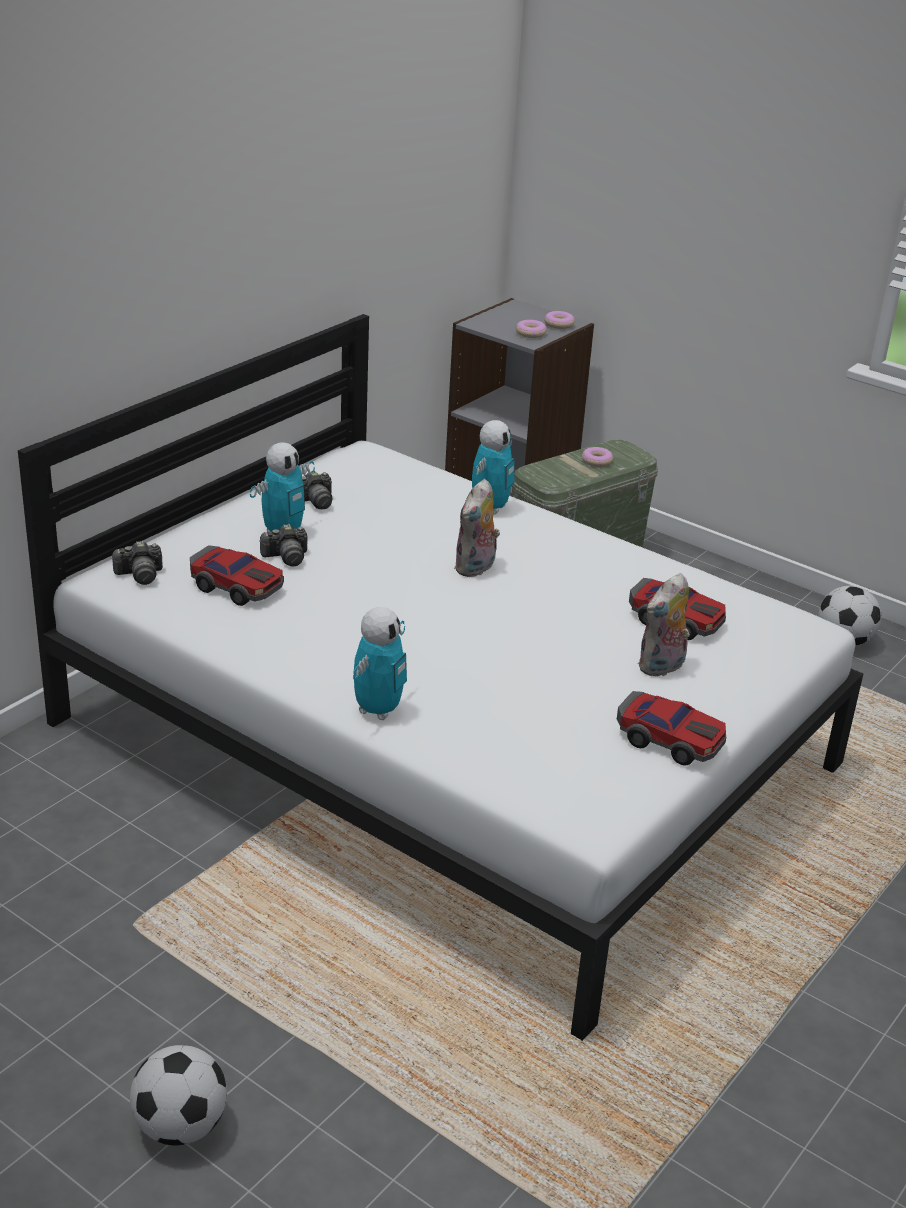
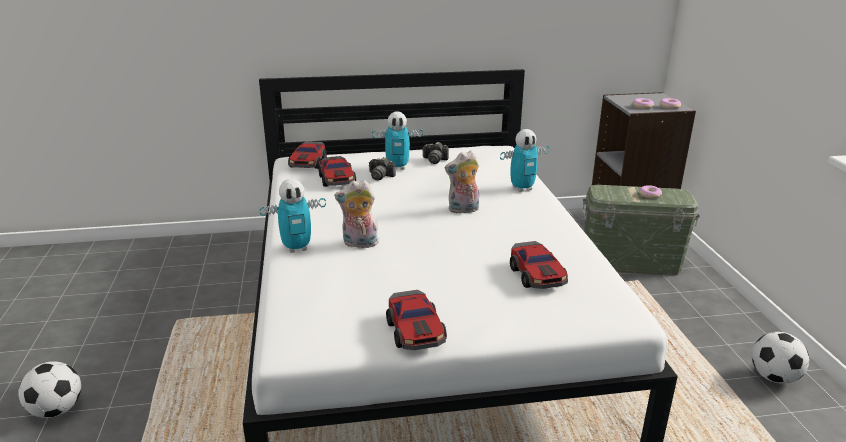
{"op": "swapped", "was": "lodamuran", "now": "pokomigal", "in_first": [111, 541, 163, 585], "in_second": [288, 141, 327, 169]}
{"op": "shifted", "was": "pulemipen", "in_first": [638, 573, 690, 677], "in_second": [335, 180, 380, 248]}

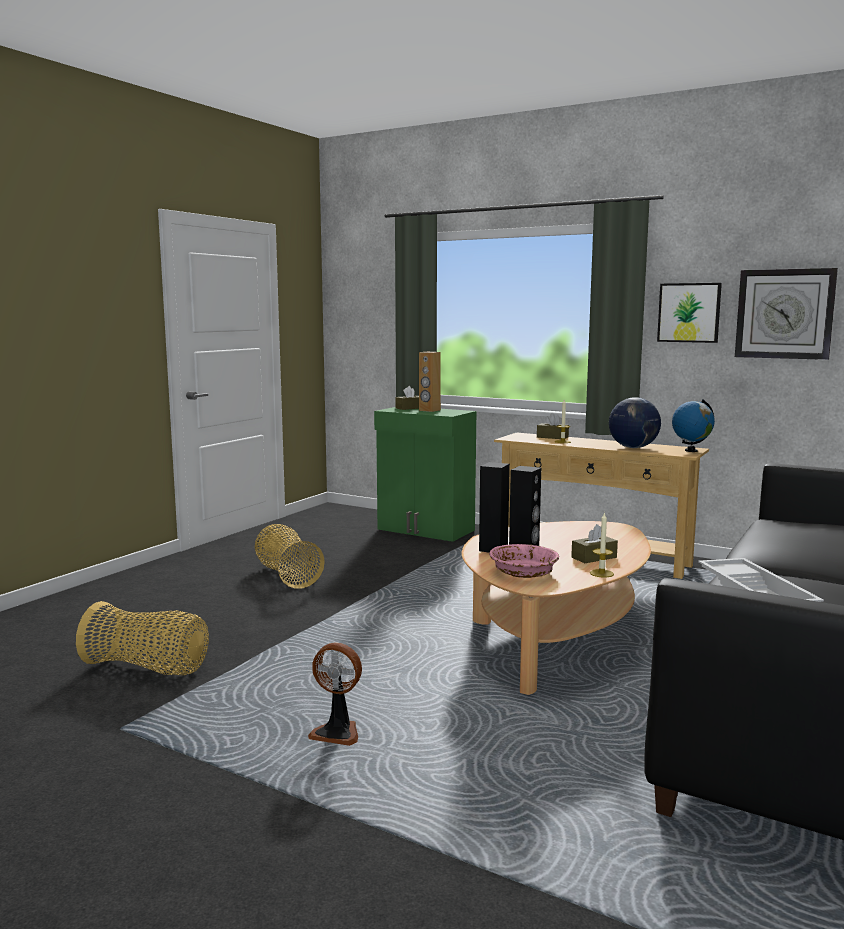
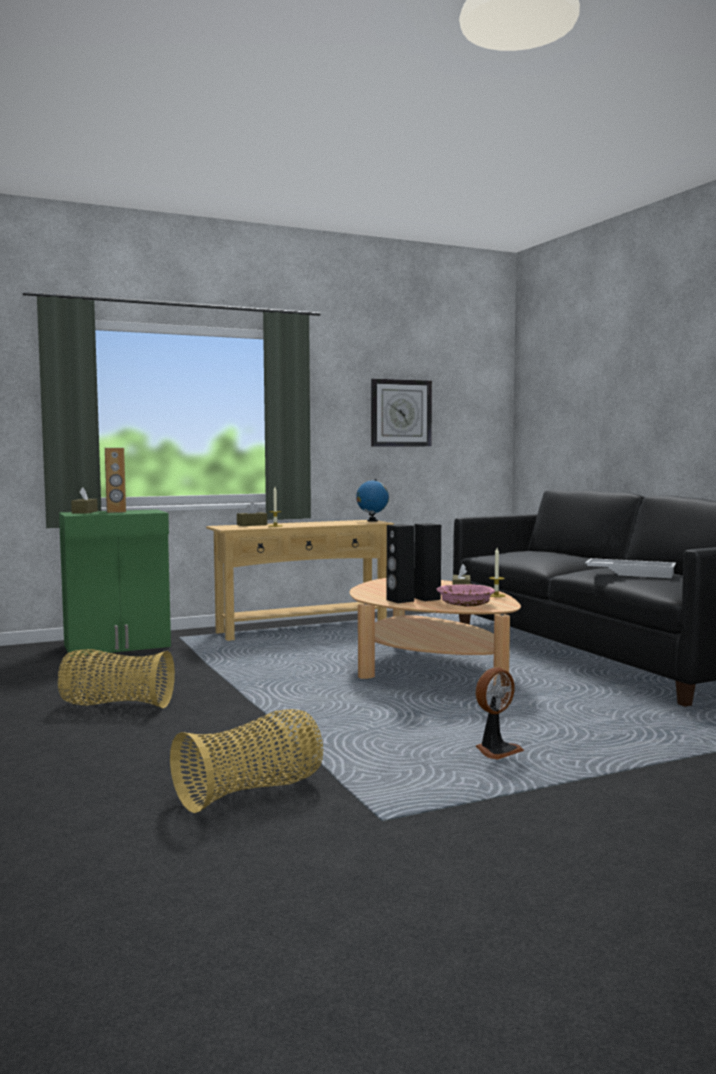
{"op": "gone", "was": "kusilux", "in_first": [609, 397, 661, 448]}
{"op": "gone", "was": "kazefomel", "in_first": [657, 283, 722, 343]}

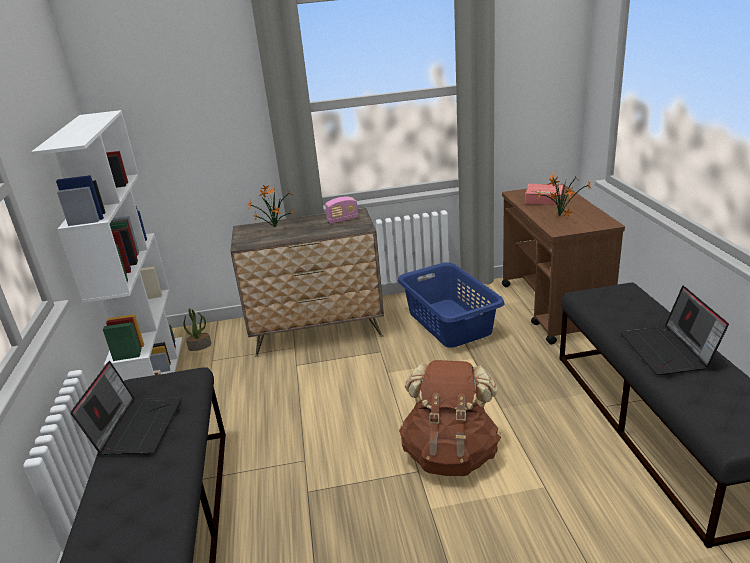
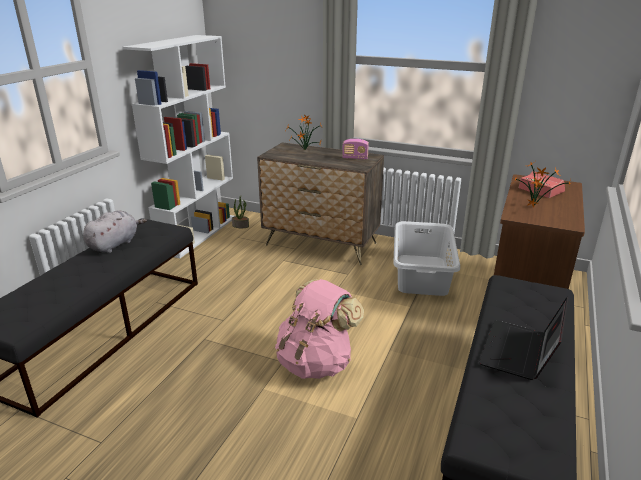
{"op": "swapped", "was": "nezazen", "now": "grey_pulemipen", "in_first": [70, 361, 182, 455], "in_second": [83, 210, 147, 253]}
{"op": "repainted", "was": "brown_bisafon", "now": "pink_bisafon", "in_first": [399, 360, 501, 476], "in_second": [275, 279, 364, 379]}
{"op": "repainted", "was": "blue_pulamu", "now": "grey_pulamu", "in_first": [398, 262, 505, 348], "in_second": [393, 221, 460, 296]}

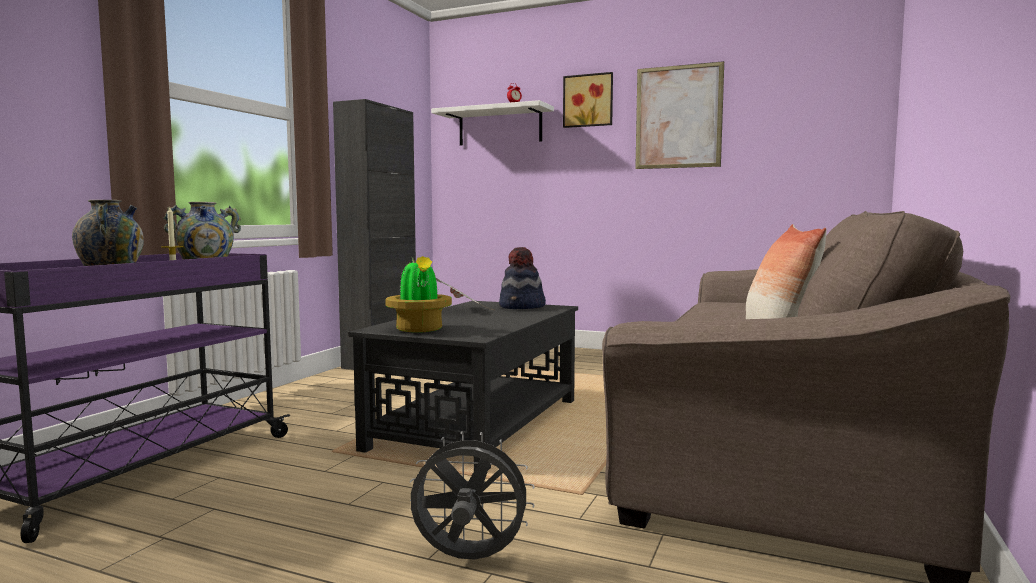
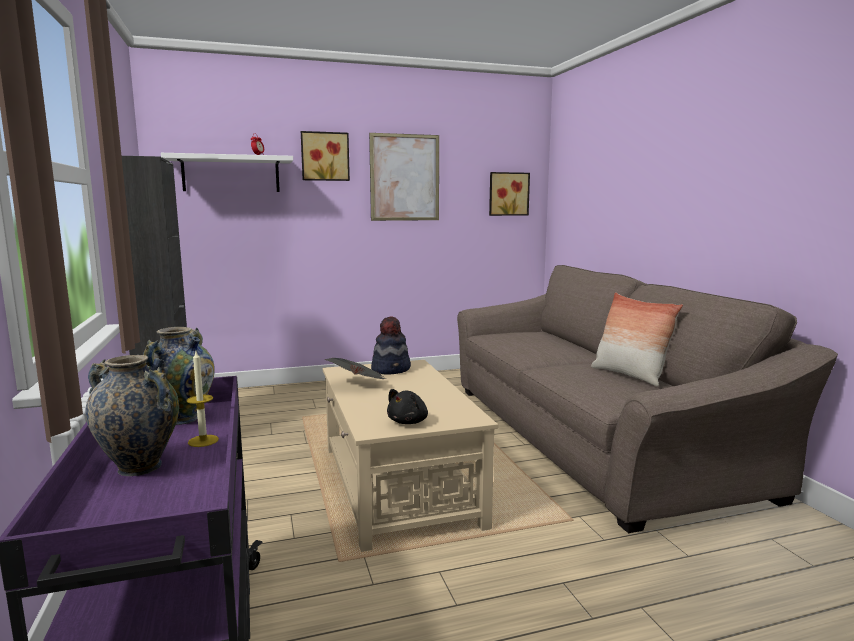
{"op": "repainted", "was": "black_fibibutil", "now": "beige_fibibutil", "in_first": [348, 301, 578, 470], "in_second": [323, 360, 498, 552]}
{"op": "swapped", "was": "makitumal", "now": "black_pulemipen", "in_first": [386, 256, 452, 333], "in_second": [387, 389, 428, 424]}
{"op": "new", "now": "kazefomel", "in_second": [489, 172, 530, 216]}
{"op": "gone", "was": "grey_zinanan", "in_first": [410, 431, 535, 559]}

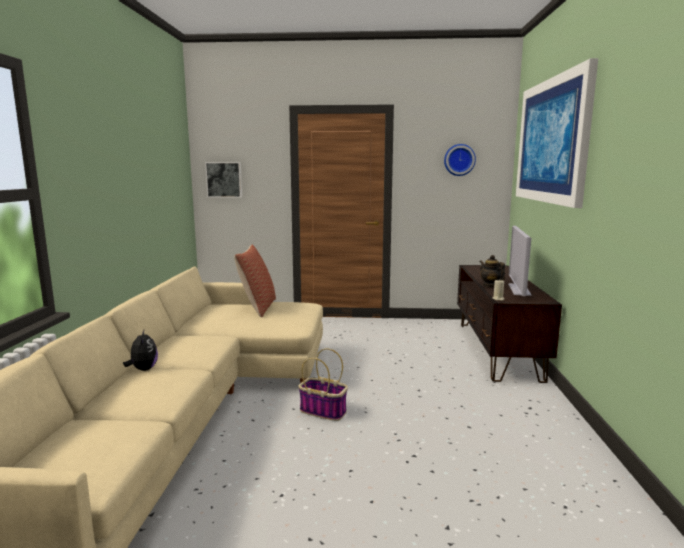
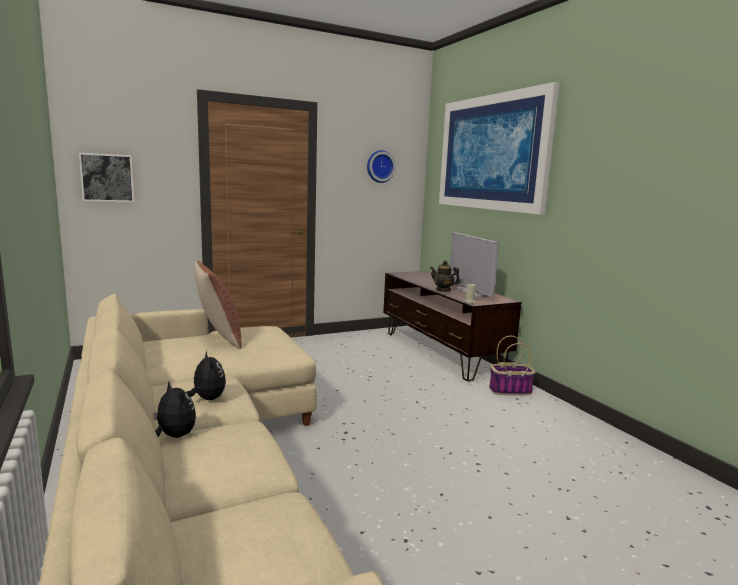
{"op": "new", "now": "pulemipen", "in_second": [186, 351, 226, 400]}
{"op": "shifted", "was": "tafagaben", "in_first": [298, 348, 348, 421], "in_second": [489, 336, 536, 395]}

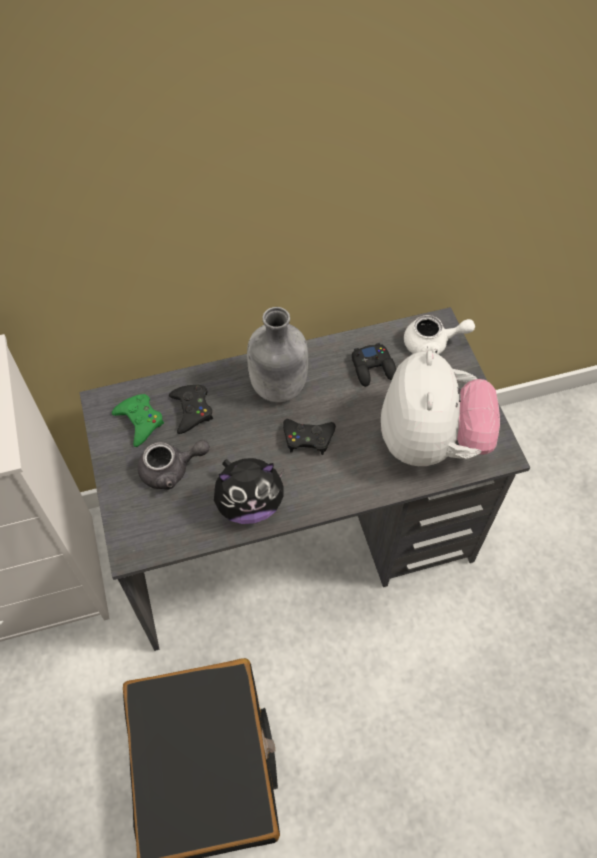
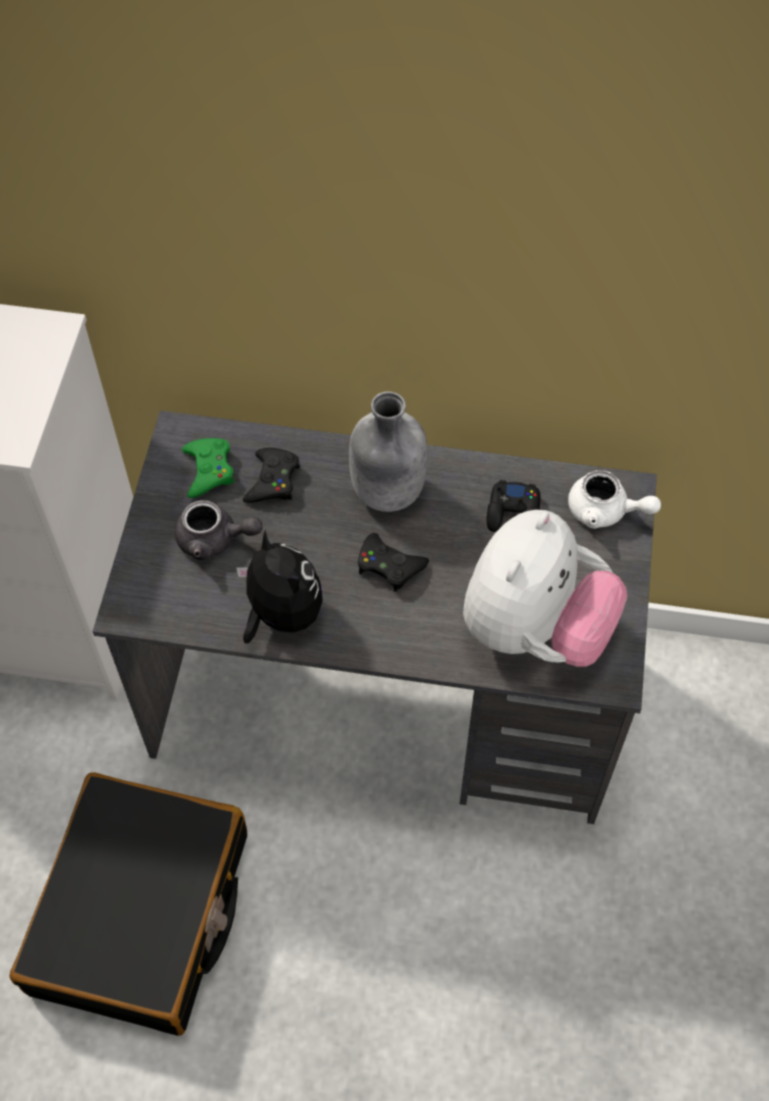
{"op": "rotated", "was": "pulemipen", "in_first": [214, 458, 285, 524], "in_second": [236, 530, 323, 644], "clockwise": -135}

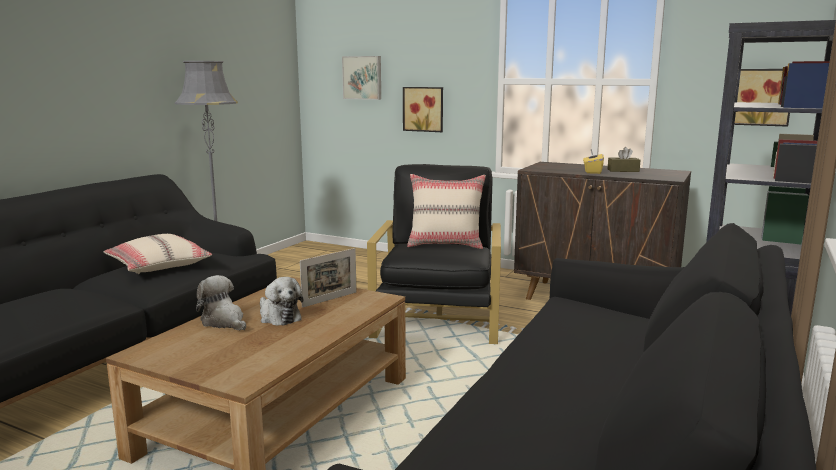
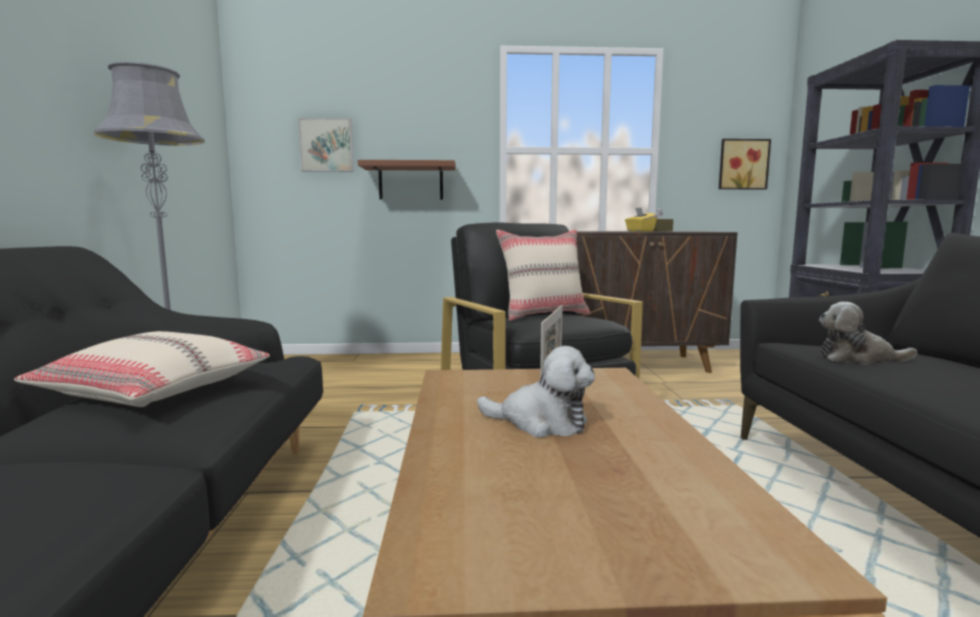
{"op": "swapped", "was": "kazefomel", "now": "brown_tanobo", "in_first": [403, 87, 443, 132], "in_second": [358, 160, 455, 200]}
{"op": "shifted", "was": "pulemipen", "in_first": [196, 275, 246, 330], "in_second": [819, 302, 917, 364]}

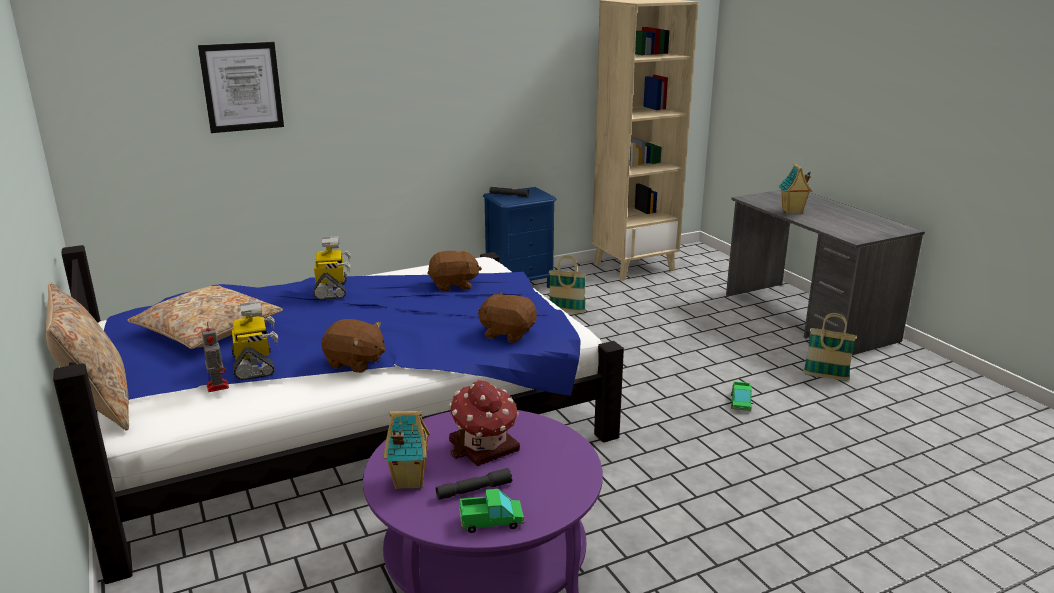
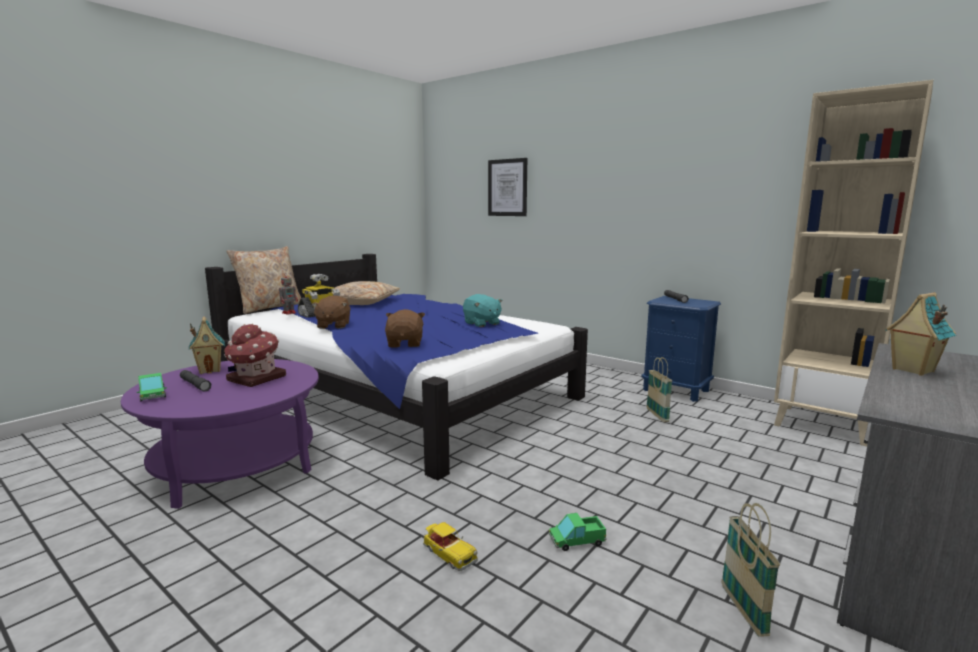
{"op": "new", "now": "pokomigal", "in_second": [423, 522, 477, 571]}
{"op": "repainted", "was": "brown_pulemipen", "now": "turquoise_pulemipen", "in_first": [427, 250, 482, 292], "in_second": [463, 294, 503, 327]}
{"op": "gone", "was": "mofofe", "in_first": [313, 236, 351, 300]}

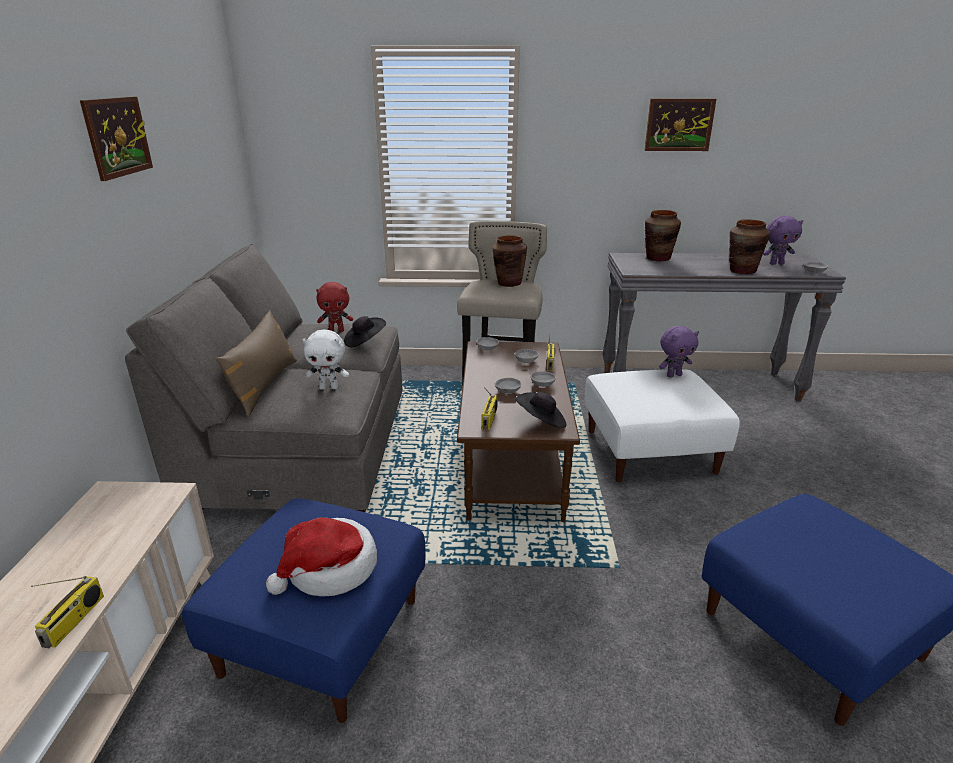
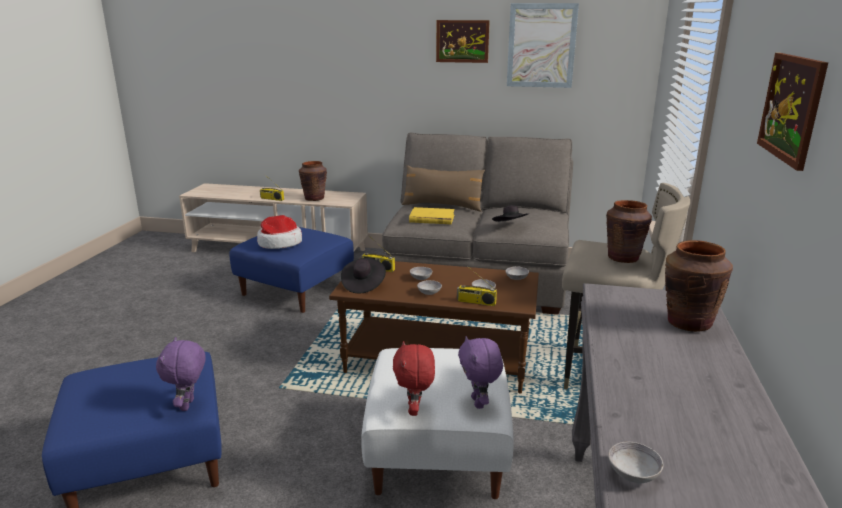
{"op": "shifted", "was": "purple_pulemipen", "in_first": [763, 216, 803, 265], "in_second": [156, 337, 206, 411]}
{"op": "shifted", "was": "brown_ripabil", "in_first": [729, 219, 770, 274], "in_second": [299, 161, 327, 201]}
{"op": "shifted", "was": "red_pulemipen", "in_first": [316, 282, 353, 332], "in_second": [393, 341, 435, 416]}
{"op": "swapped", "was": "white_pulemipen", "now": "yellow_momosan", "in_first": [302, 330, 349, 389], "in_second": [409, 207, 455, 224]}
{"op": "new", "now": "kazefomel", "in_second": [507, 3, 579, 88]}

